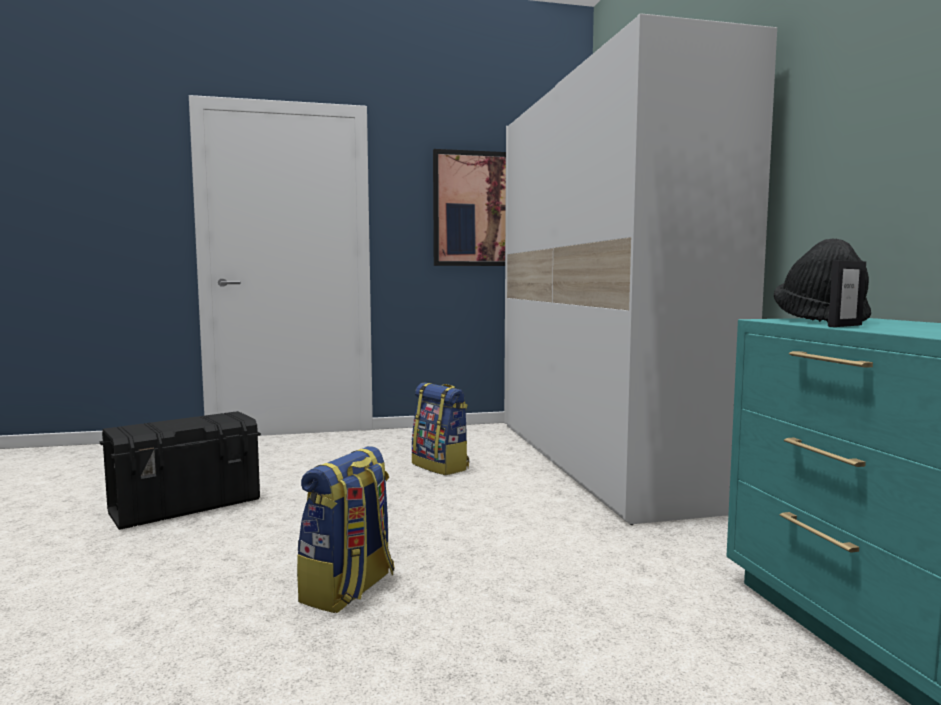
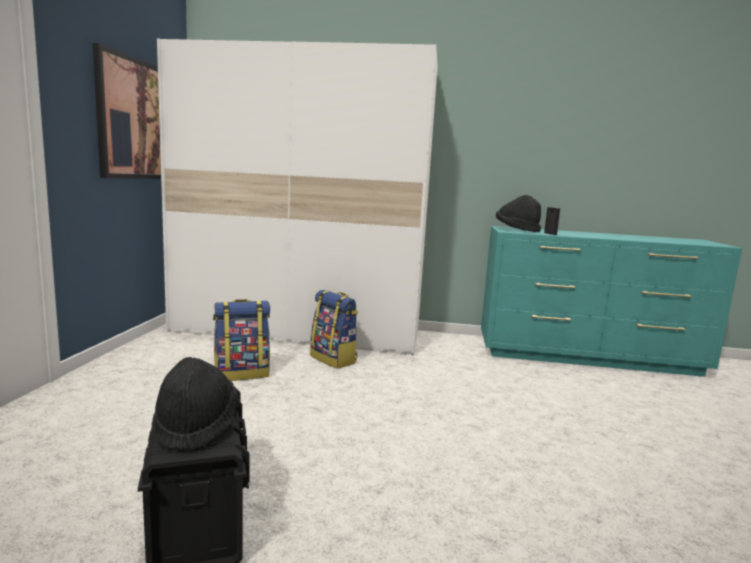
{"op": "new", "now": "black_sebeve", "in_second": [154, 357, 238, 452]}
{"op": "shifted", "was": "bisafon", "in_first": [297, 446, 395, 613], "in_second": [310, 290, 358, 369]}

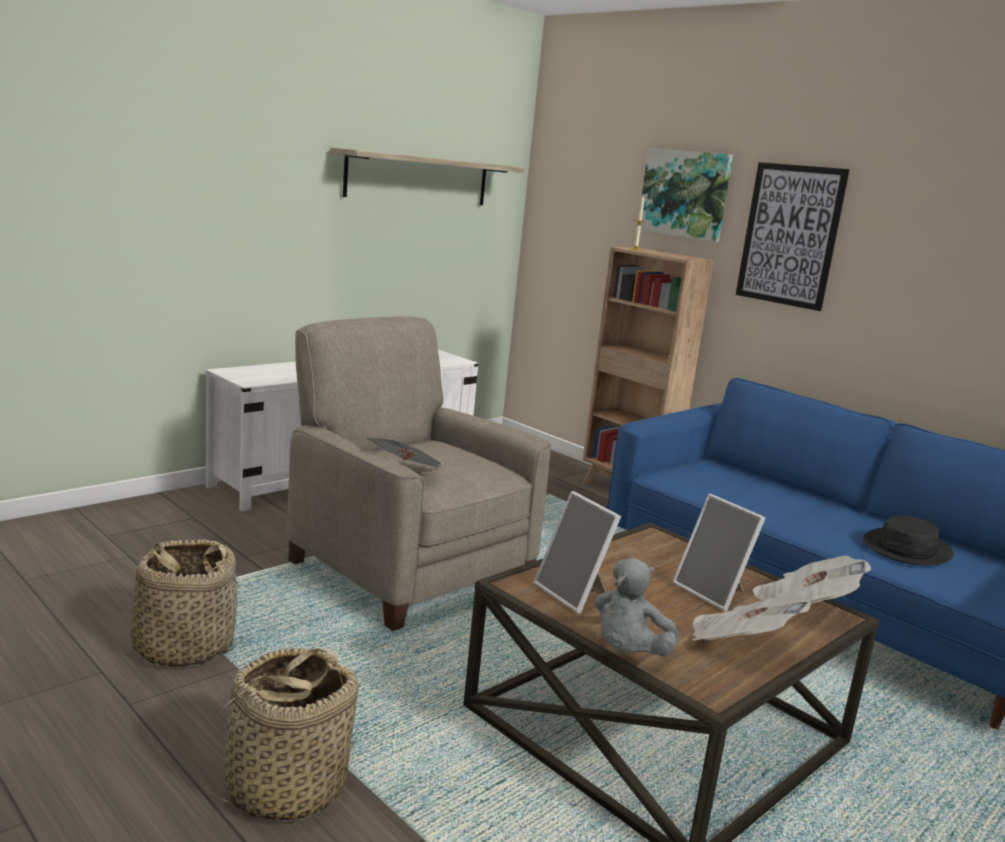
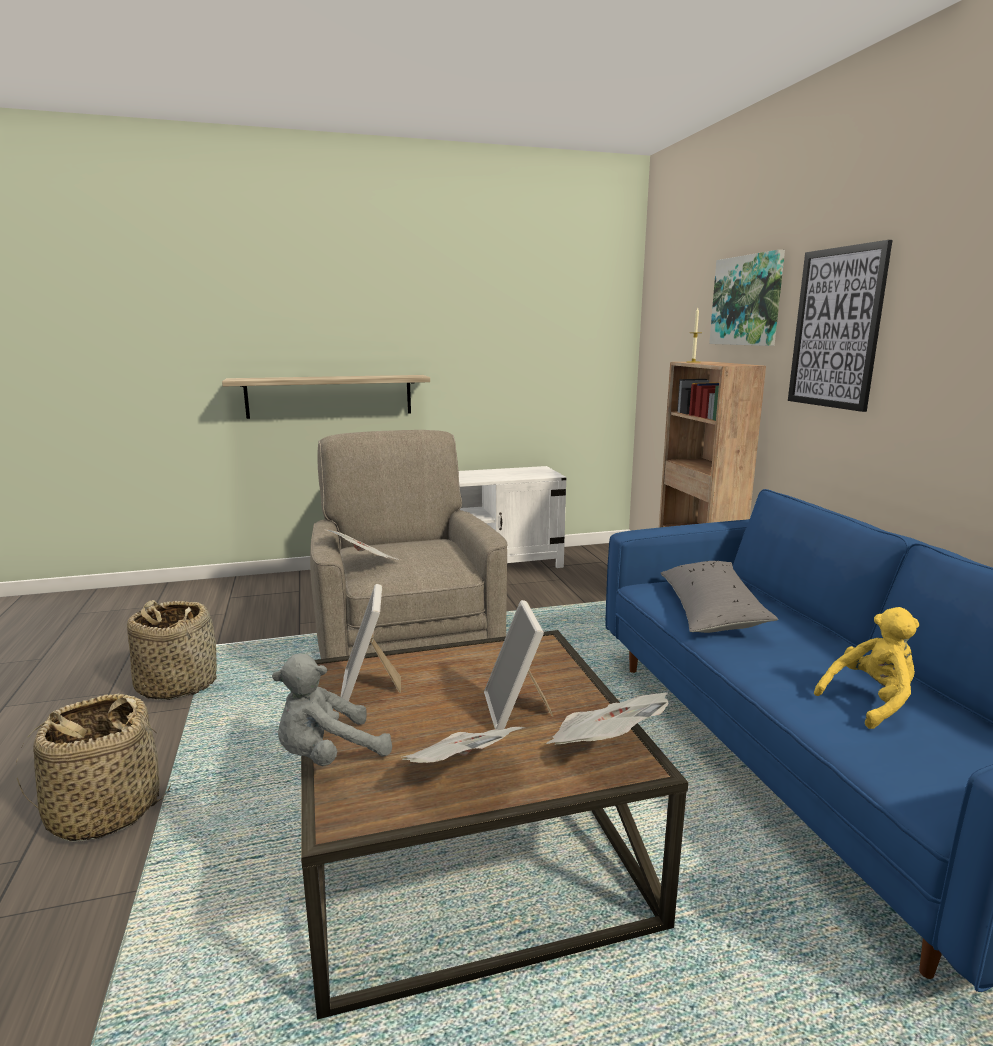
{"op": "shifted", "was": "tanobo", "in_first": [330, 147, 524, 205], "in_second": [222, 375, 430, 419]}
{"op": "new", "now": "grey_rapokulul", "in_second": [661, 561, 778, 633]}
{"op": "swapped", "was": "black_sebeve", "now": "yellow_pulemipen", "in_first": [863, 515, 953, 566], "in_second": [814, 607, 920, 729]}

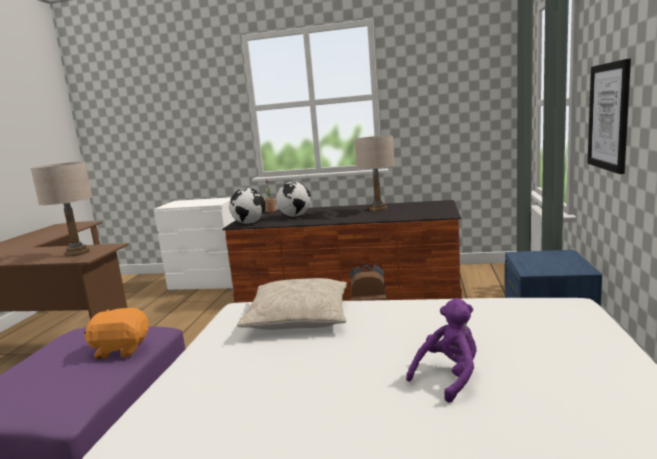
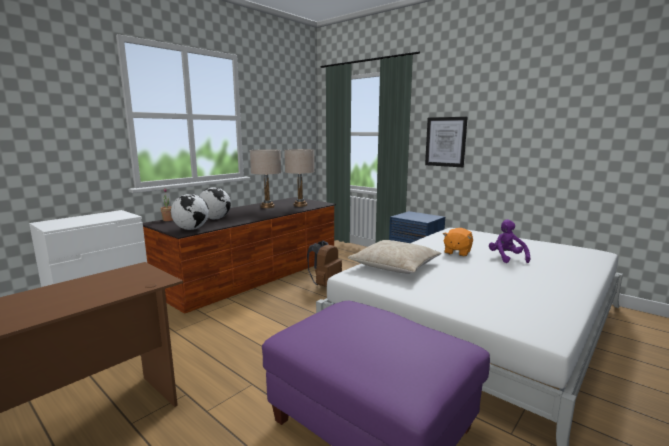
{"op": "shifted", "was": "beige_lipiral", "in_first": [30, 162, 92, 257], "in_second": [284, 149, 314, 207]}
{"op": "shifted", "was": "orange_pulemipen", "in_first": [84, 308, 149, 359], "in_second": [443, 228, 473, 256]}

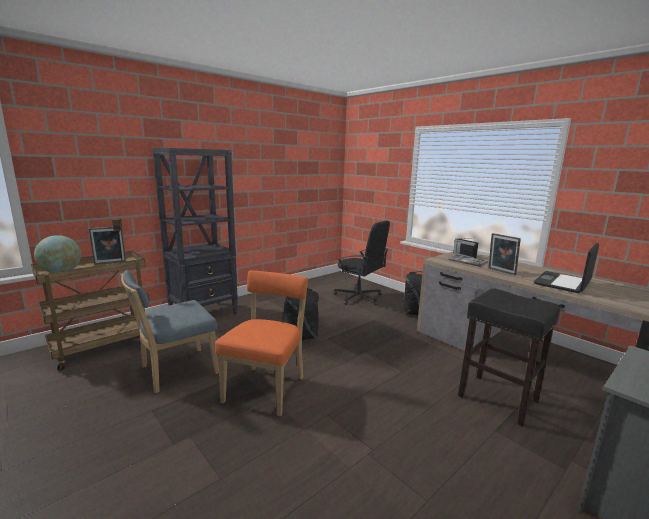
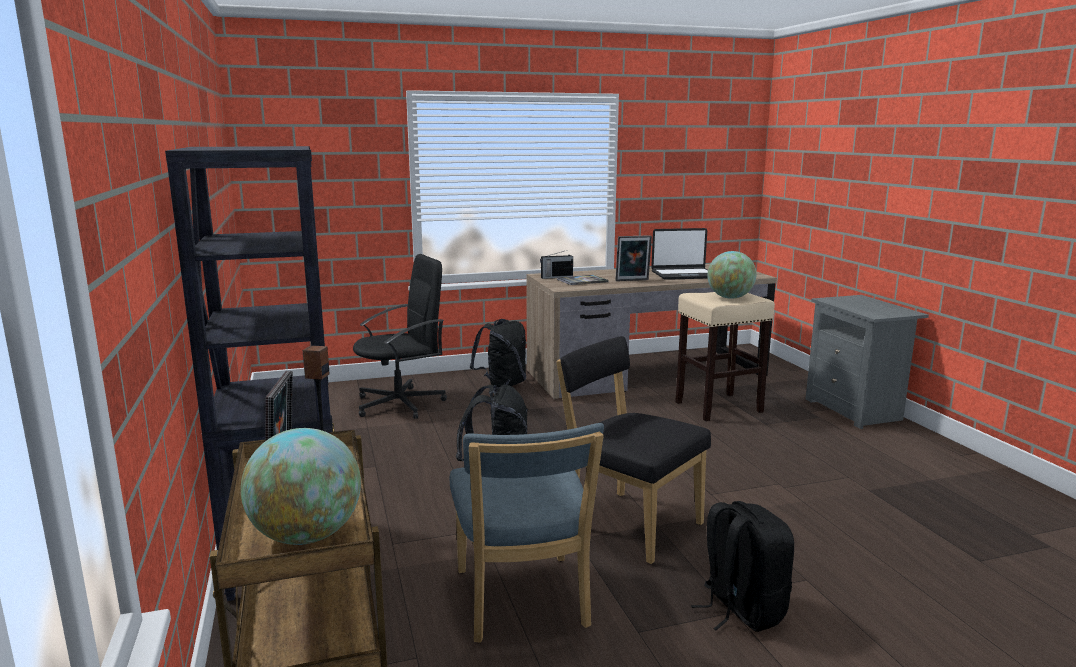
{"op": "repainted", "was": "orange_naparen", "now": "black_naparen", "in_first": [215, 270, 308, 416], "in_second": [556, 336, 711, 564]}
{"op": "rotated", "was": "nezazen", "in_first": [534, 243, 599, 293], "in_second": [651, 228, 708, 280], "clockwise": -75}
{"op": "repainted", "was": "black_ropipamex", "now": "beige_ropipamex", "in_first": [458, 288, 560, 426], "in_second": [675, 292, 775, 421]}
{"op": "new", "now": "black_bisafon", "in_second": [691, 501, 794, 632]}
{"op": "new", "now": "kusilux", "in_second": [707, 251, 756, 299]}

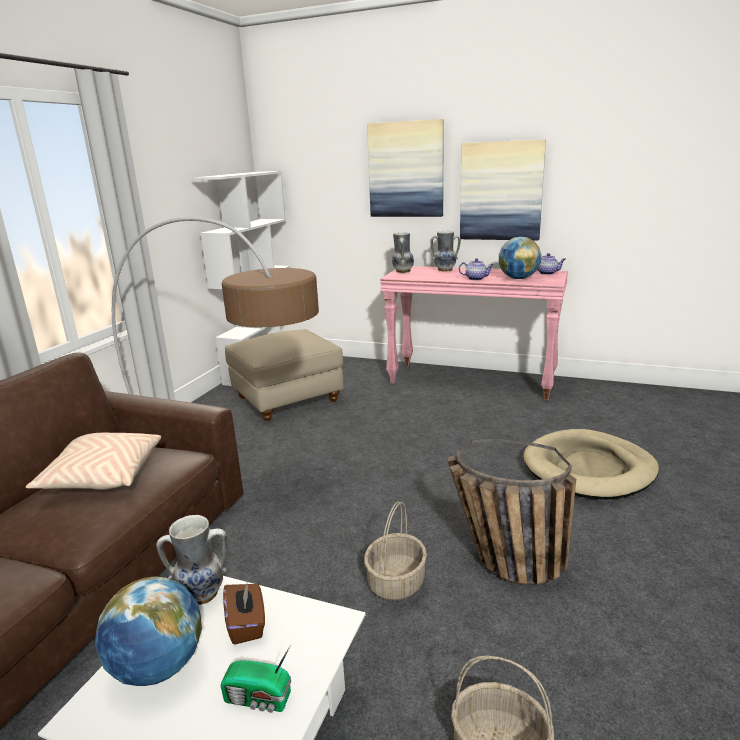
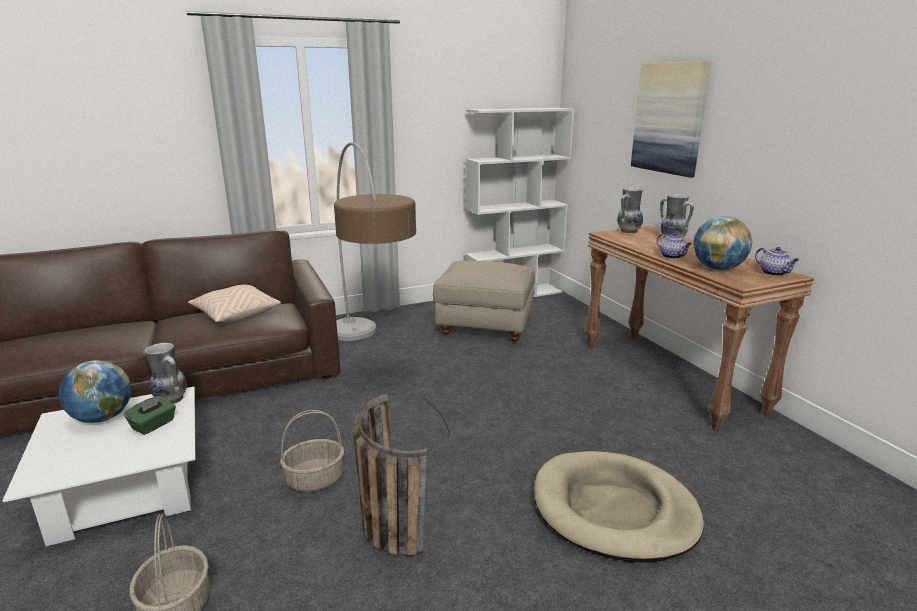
{"op": "repainted", "was": "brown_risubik", "now": "green_risubik", "in_first": [223, 580, 265, 644], "in_second": [124, 396, 176, 435]}
{"op": "repainted", "was": "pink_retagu", "now": "brown_retagu", "in_first": [380, 266, 568, 400], "in_second": [585, 226, 814, 432]}
{"op": "gone", "was": "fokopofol", "in_first": [221, 644, 291, 713]}
{"op": "gone", "was": "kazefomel", "in_first": [460, 139, 546, 240]}

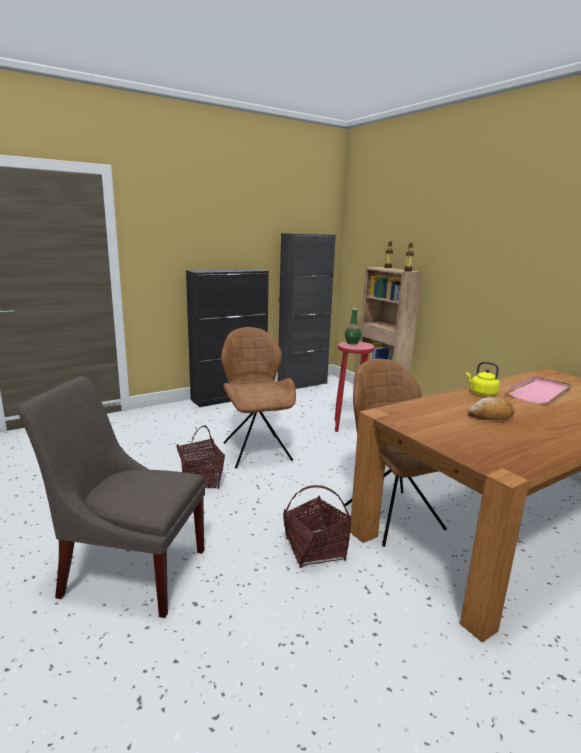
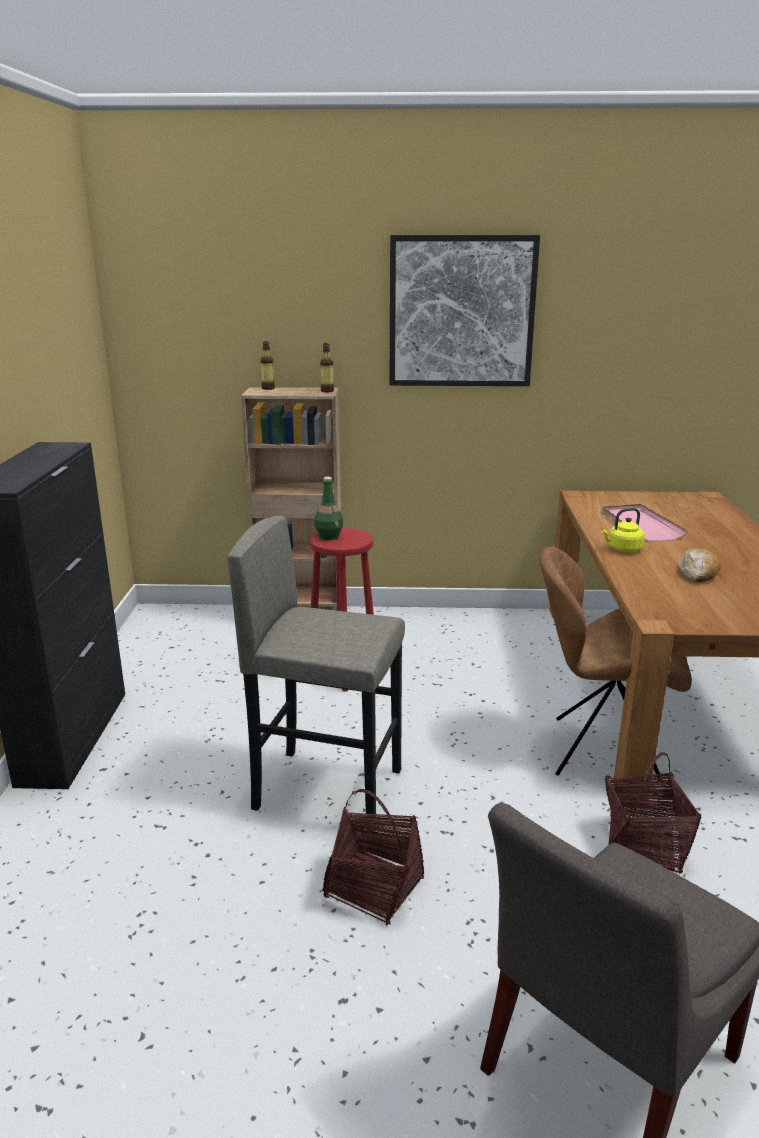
{"op": "swapped", "was": "brown_naparen", "now": "grey_ropipamex", "in_first": [221, 327, 296, 469], "in_second": [228, 516, 405, 832]}
{"op": "new", "now": "kazefomel", "in_second": [390, 235, 540, 386]}
{"op": "gone", "was": "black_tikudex", "in_first": [278, 233, 336, 389]}

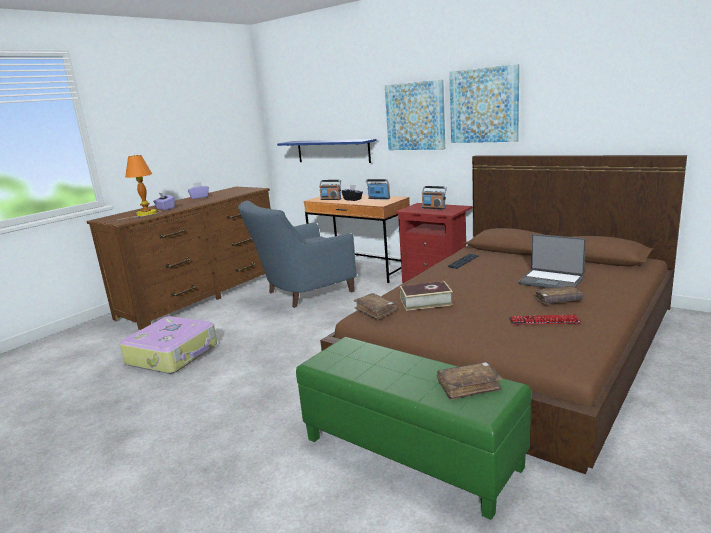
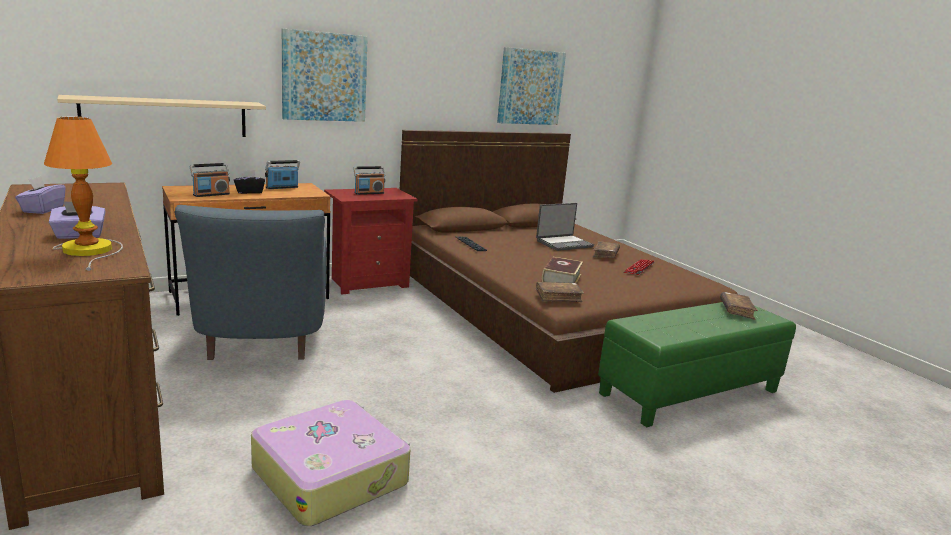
{"op": "repainted", "was": "blue_tanobo", "now": "beige_tanobo", "in_first": [277, 139, 377, 163], "in_second": [57, 95, 266, 137]}
{"op": "shifted", "was": "kazefomel", "in_first": [449, 64, 519, 143], "in_second": [497, 47, 566, 125]}

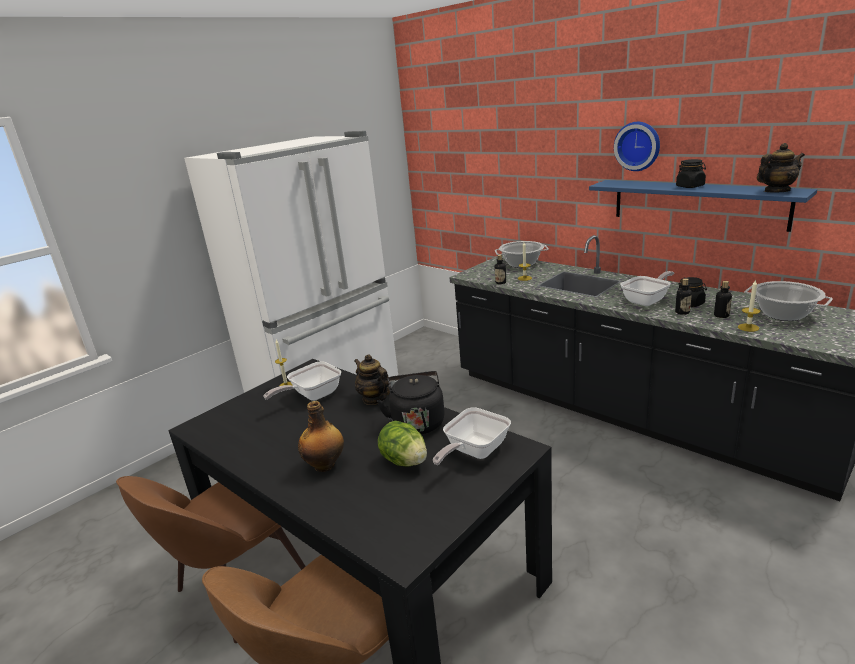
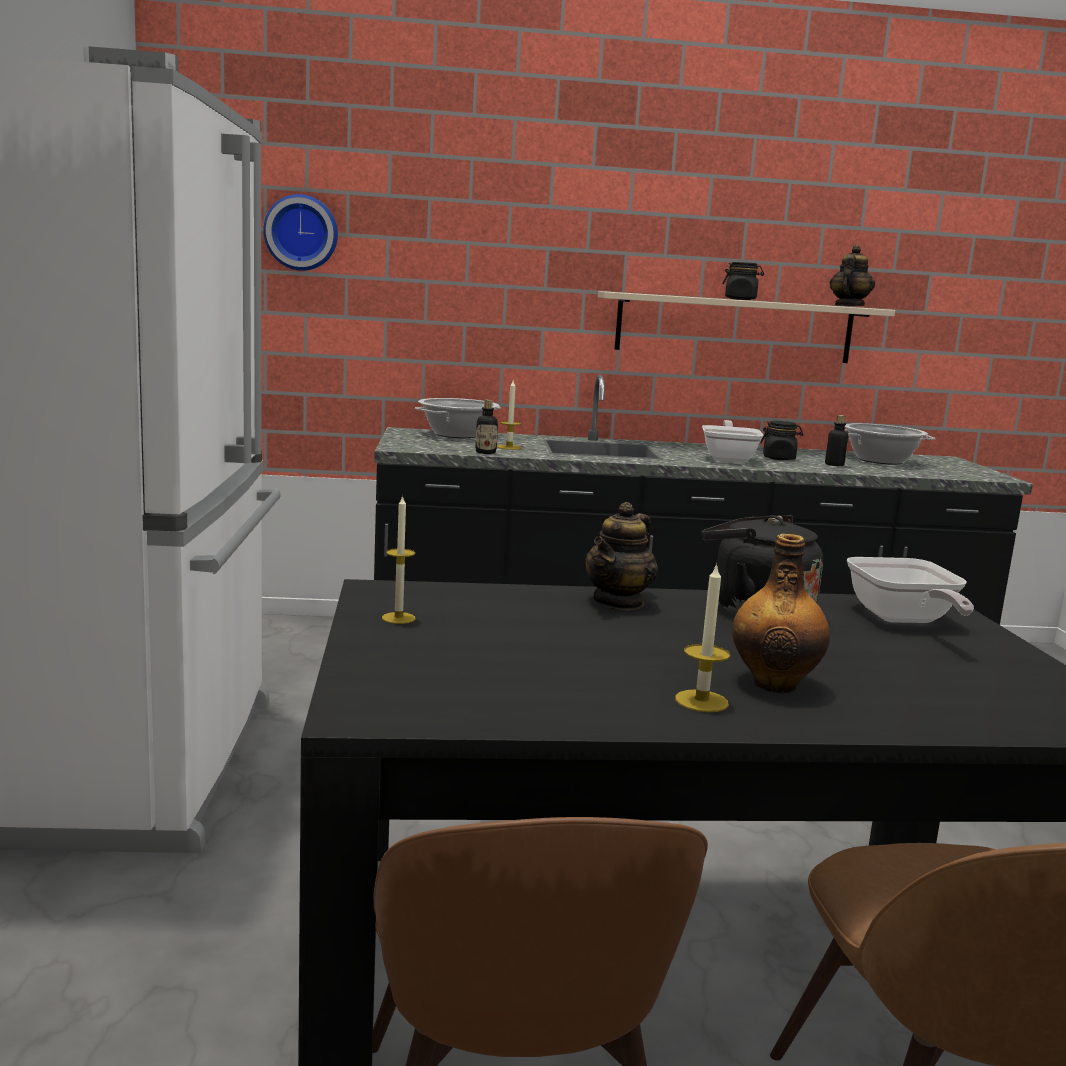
{"op": "shifted", "was": "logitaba", "in_first": [614, 122, 660, 171], "in_second": [263, 194, 338, 271]}
{"op": "rotated", "was": "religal", "in_first": [354, 354, 390, 405], "in_second": [585, 502, 658, 611], "clockwise": -60}
{"op": "repainted", "was": "blue_tanobo", "now": "beige_tanobo", "in_first": [589, 180, 817, 232], "in_second": [598, 291, 895, 363]}
{"op": "shifted", "was": "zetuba", "in_first": [738, 279, 760, 332], "in_second": [675, 563, 730, 713]}
{"op": "gone", "was": "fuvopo", "in_first": [264, 361, 341, 401]}
{"op": "gone", "was": "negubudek", "in_first": [378, 421, 427, 466]}
{"op": "gone", "was": "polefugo", "in_first": [675, 278, 692, 315]}

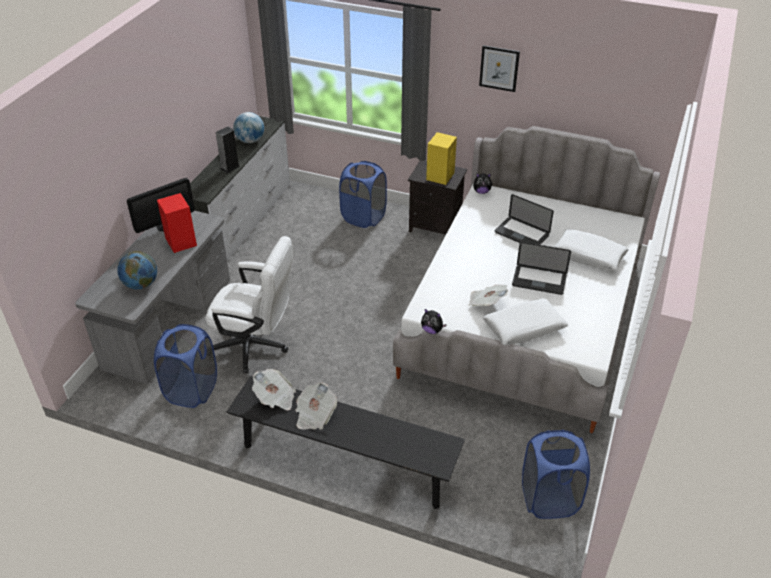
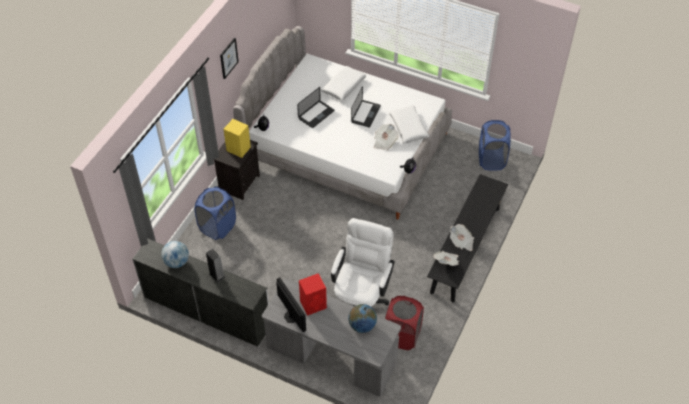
{"op": "repainted", "was": "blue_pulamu", "now": "red_pulamu", "in_first": [154, 324, 217, 408], "in_second": [385, 296, 424, 350]}

